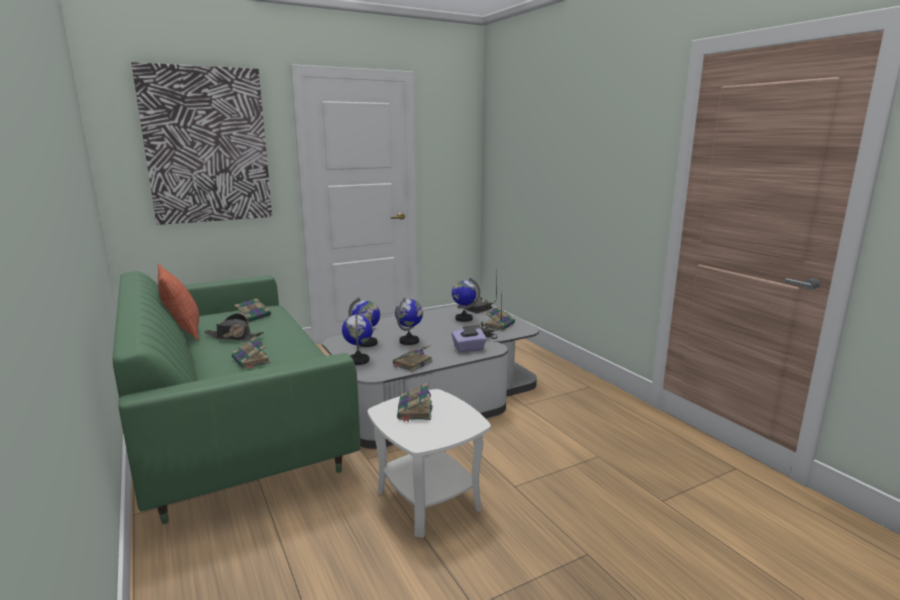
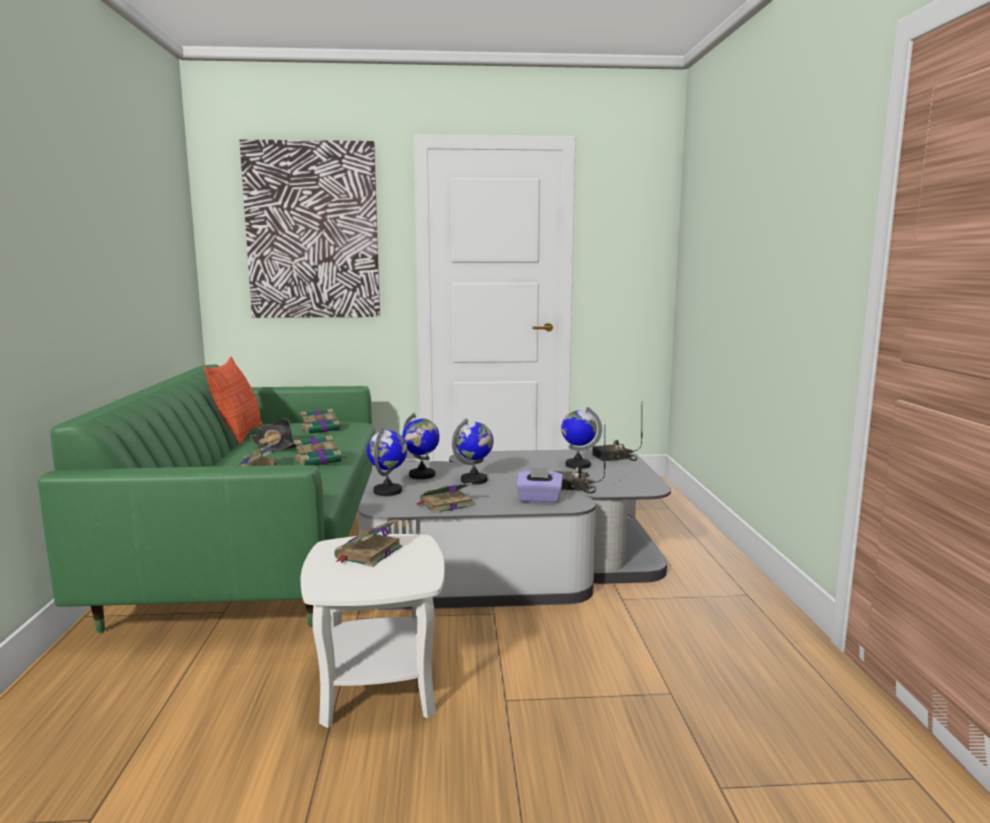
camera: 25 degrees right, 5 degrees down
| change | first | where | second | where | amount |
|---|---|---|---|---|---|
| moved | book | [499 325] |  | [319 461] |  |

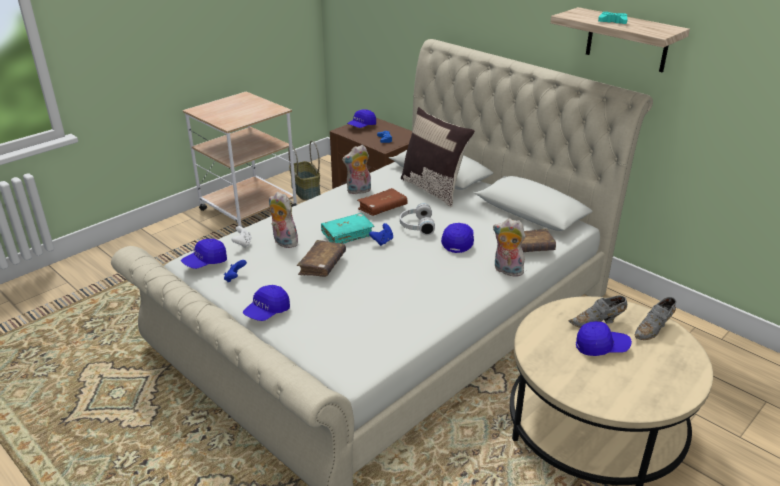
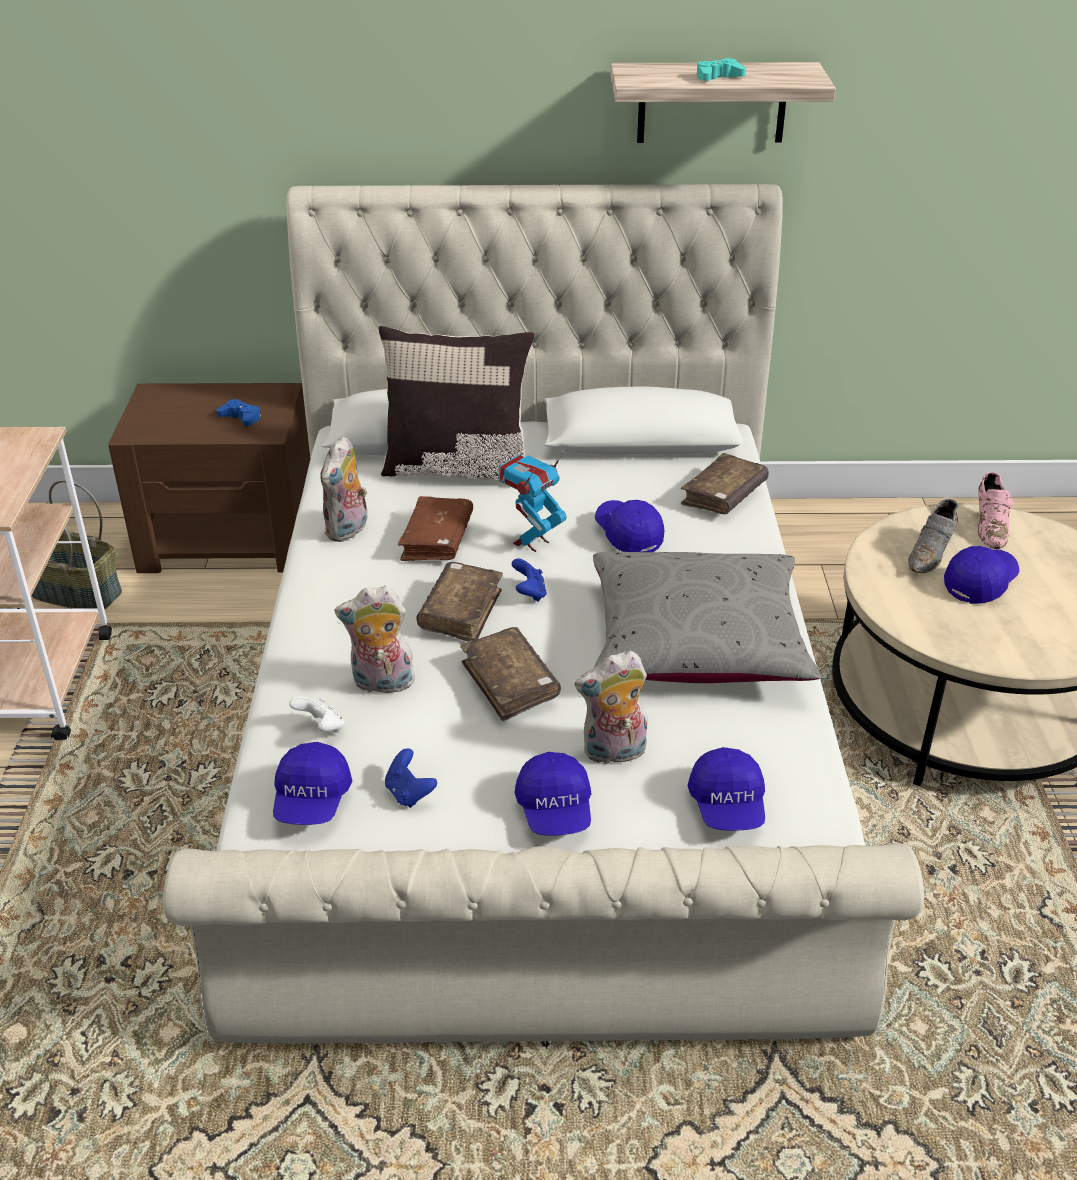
camera: 45 degrees left, 5 degrees up
| change | first | where | second | where | amount |
|---|---|---|---|---|---|
| recoloured | turquoise-coloured book | [347 234] | brown book | [461 611] |  |
| replaced | white-coloured pair of headphones | [416 226] | model robot | [531 542] |  |
| moved | cuddly toy | [506 271] |  | [613 753] |  |
| added |  |  | greyish cushion | [696 642] |  |
| moved | blue-coloured baseball cap | [362 126] |  | [727 806] |  |
| recoloured | greyish low shoe | [654 329] | pinkish low shoe | [989 527] |  |

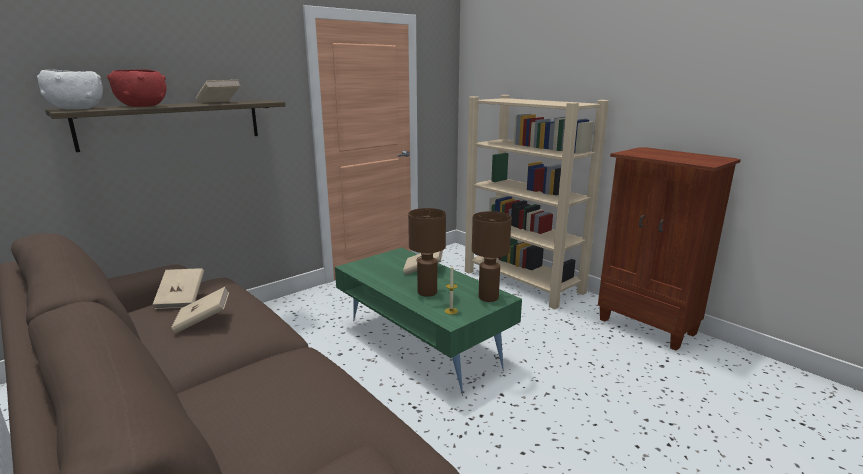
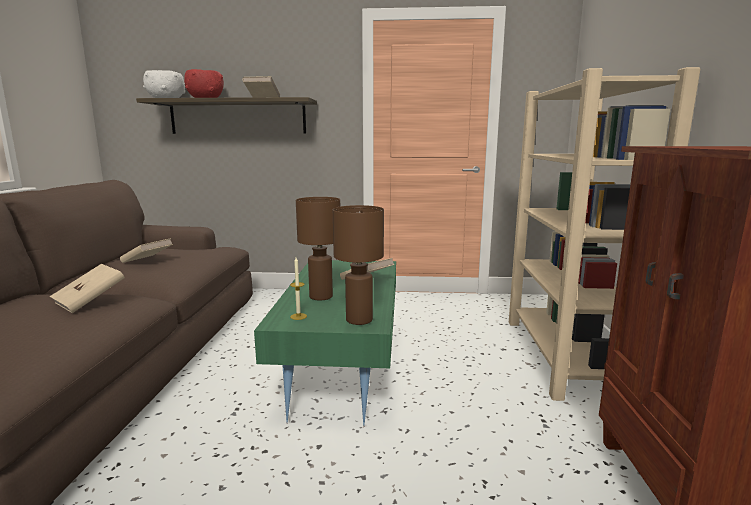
camera: 45 degrees right, 5 degrees down
| change | first | where | second | where | amount |
|---|---|---|---|---|---|
| moved | beige book | [181 299] |  | [90 301] |  |

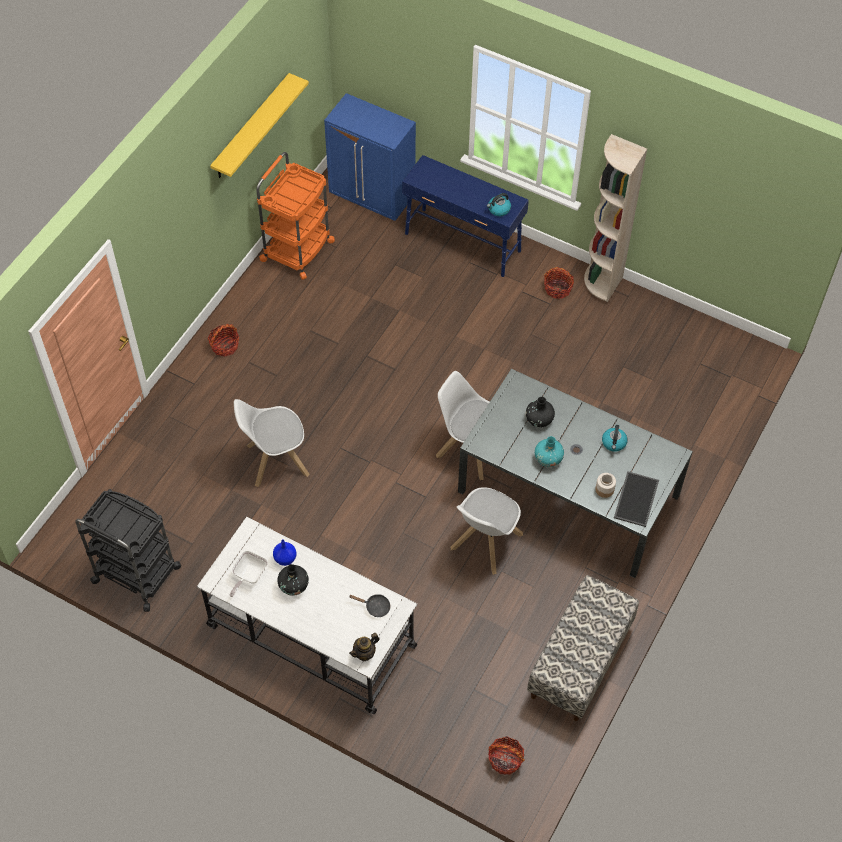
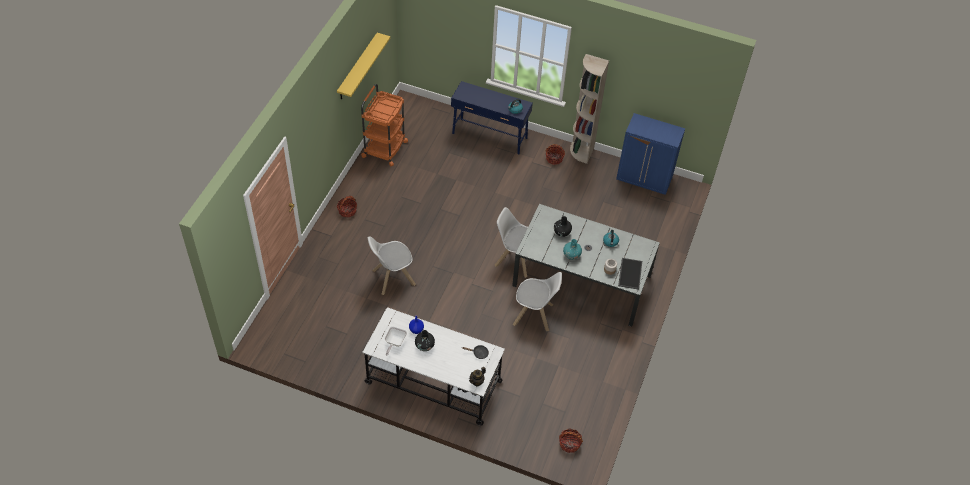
camera: 10 degrees left, 5 degrees down
| change | first | where | second | where | amount |
|---|---|---|---|---|---|
| turned | plain chair | [485 543] |  | [534 315] | 105 degrees counterclockwise |
| moved | blue-coloured cupboard | [372 193] |  | [644 177] |  |
| removed | black-coloured cart | [137 574] |  |  |  |
| removed | indoor bench | [580 661] |  |  |  |

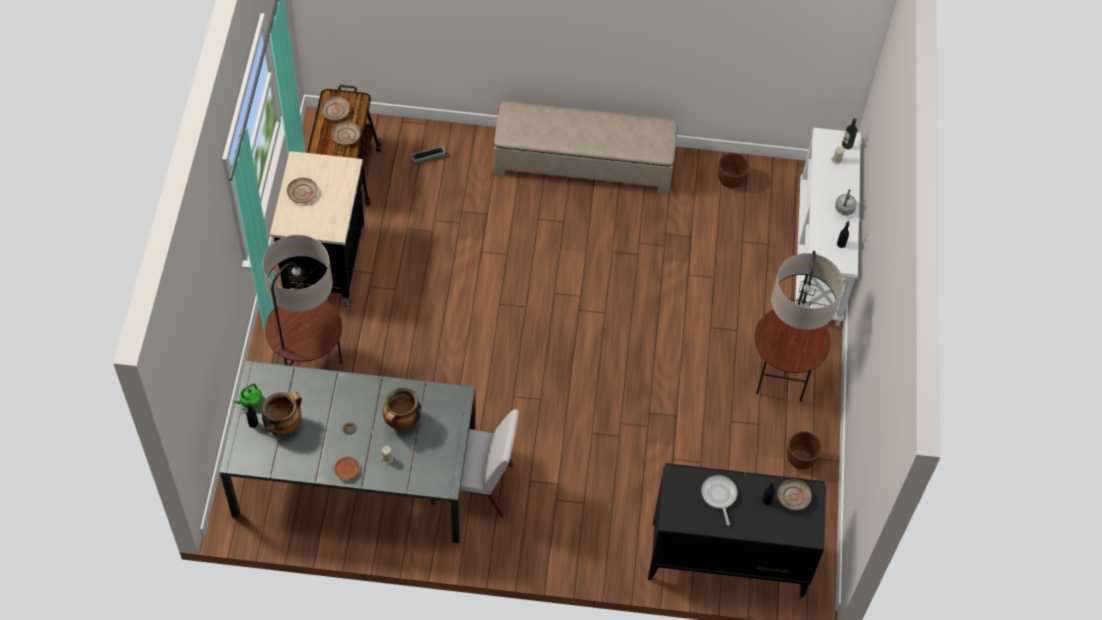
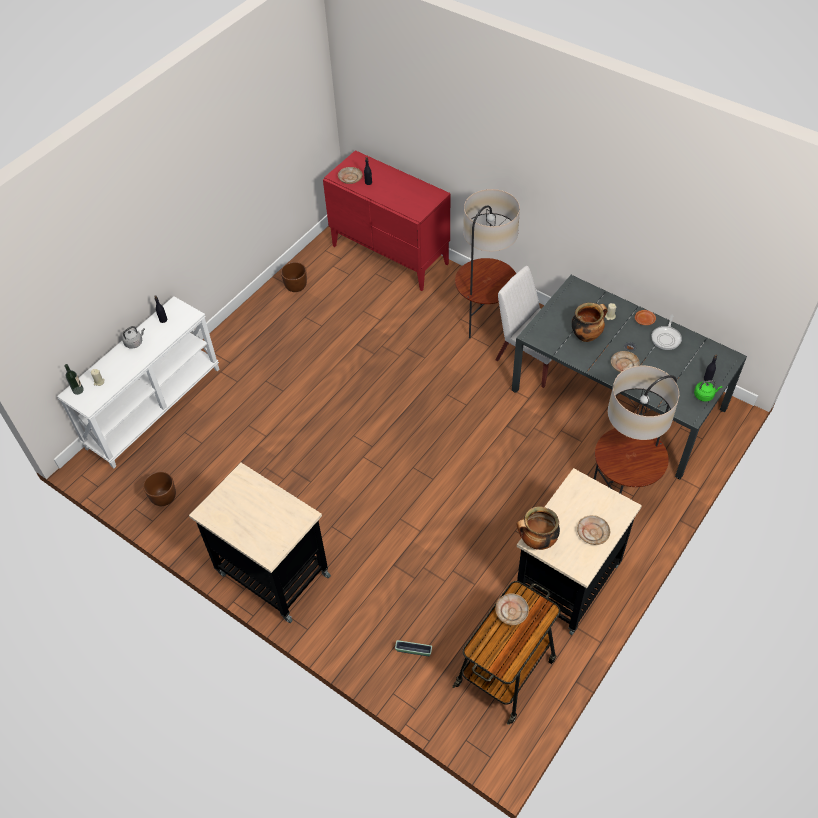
camera: 145 degrees left, 5 degrees down
| change | first | where | second | where | amount |
|---|---|---|---|---|---|
| replaced | beige indoor bench | [584 163] | black-coloured cart | [272 574] |  |
| recoloured | black-coloured cupboard | [727 559] | red-coloured cupboard | [390 255] |  |
| moved | standard lamp | [781 378] |  | [484 323] |  |
| moved | saucepot | [284 425] |  | [537 541] |  |
| moved | beige dinner plate | [335 111] |  | [624 365] |  |
| moved | frying pan | [719 496] |  | [666 338] |  |

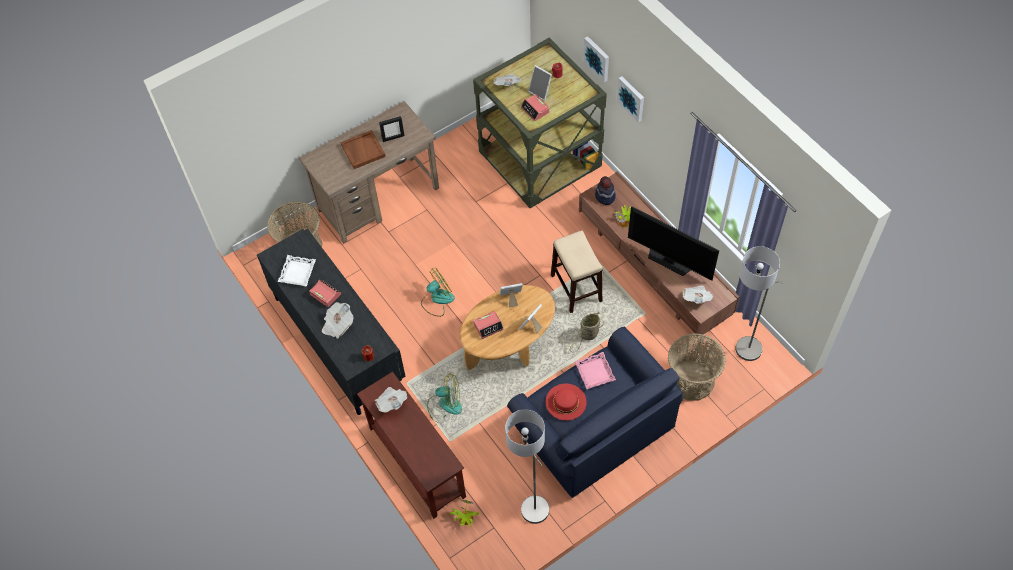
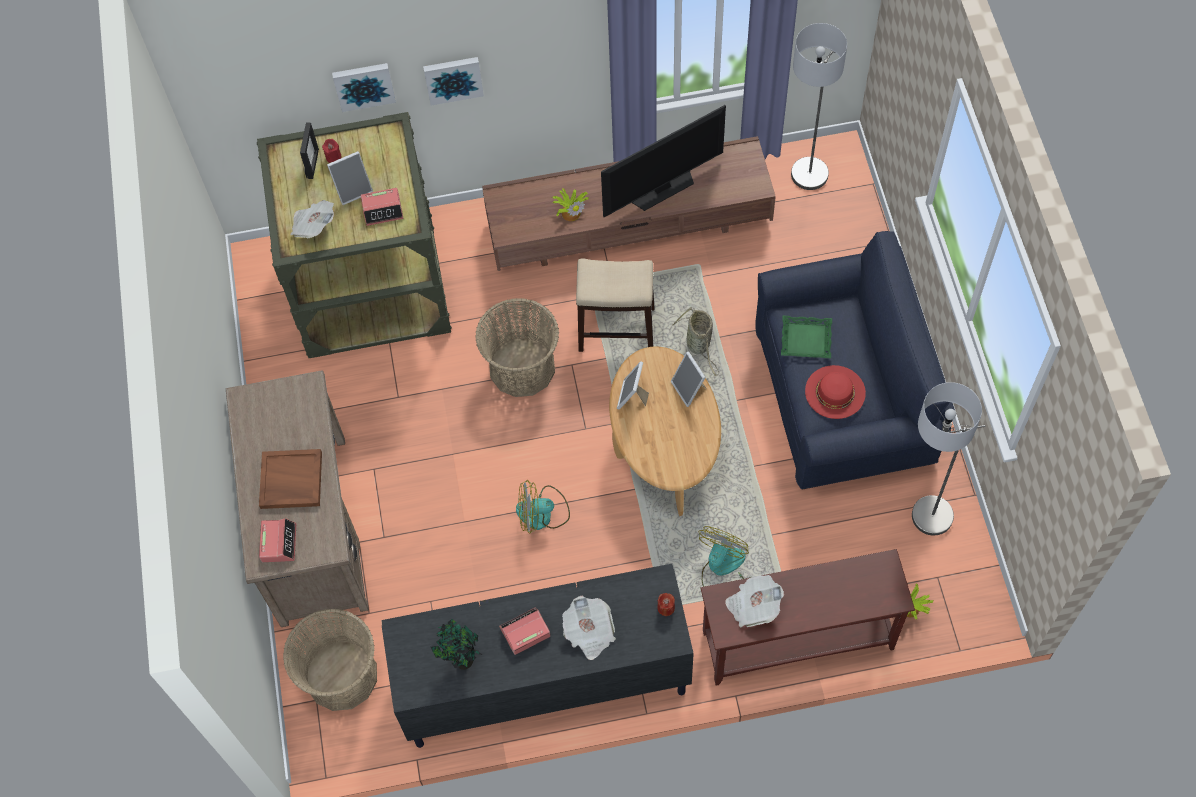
camera: 65 degrees left, 5 degrees up
| change | first | where | second | where | amount |
|---|---|---|---|---|---|
| moved | alarm clock | [488 326] |  | [279 543] |  |
| moved | picture frame | [393 137] |  | [312 163] |  |
| replaced | white-coloured carrying tray | [297 272] | potted plant | [462 661] |  |
| moved | household basket | [691 380] |  | [522 367] |  |
| turned | electric fan | [437 300] |  | [542 514] | 90 degrees counterclockwise |
| recoloured | pinkish carrying tray | [595 372] | green-coloured carrying tray | [806 339] |  |
| removed | hat | [605 196] |  |  |  |
| removed | daily paper | [697 298] |  |  |  |

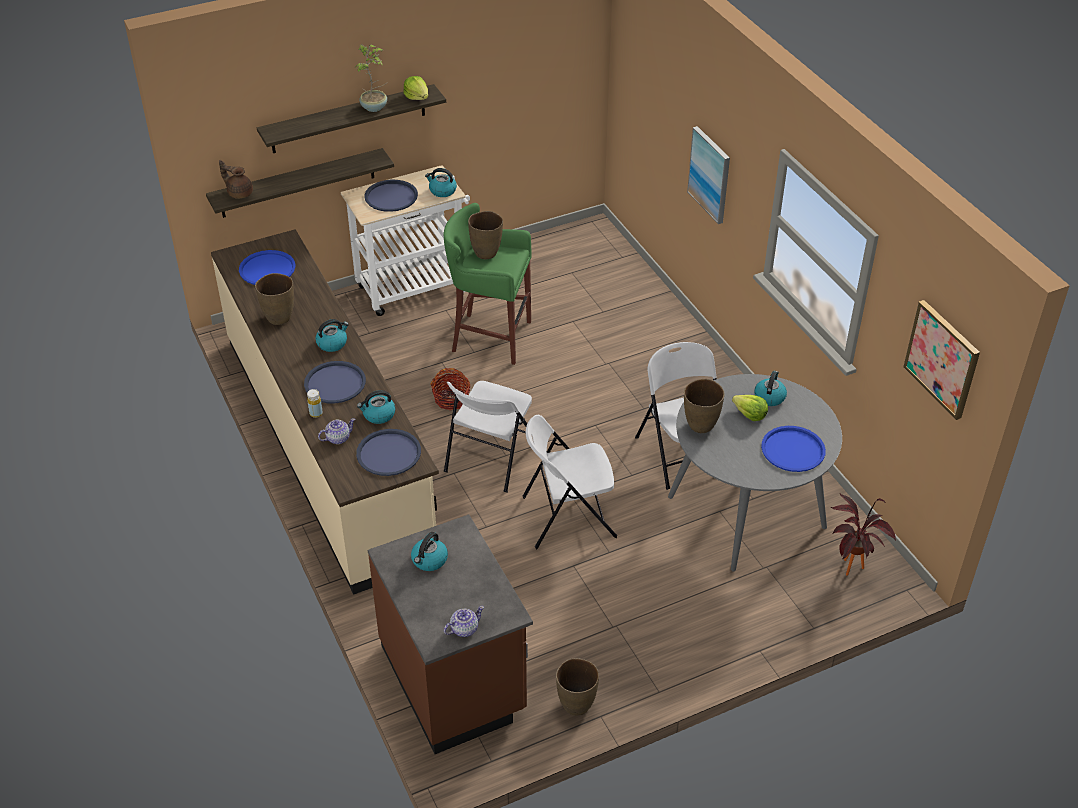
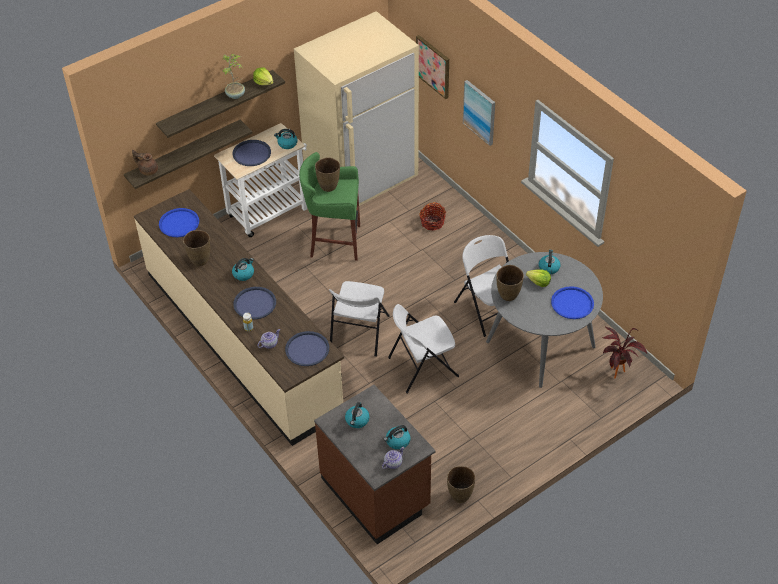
camera: 10 degrees left, 5 degrees up
| change | first | where | second | where | amount |
|---|---|---|---|---|---|
| added |  |  | beige fridge | [362 176] |  |
| moved | kettle | [378 415] |  | [397 441] |  |
| moved | picture | [942 359] |  | [433 66] |  |
| moved | household basket | [451 399] |  | [432 223] |  |

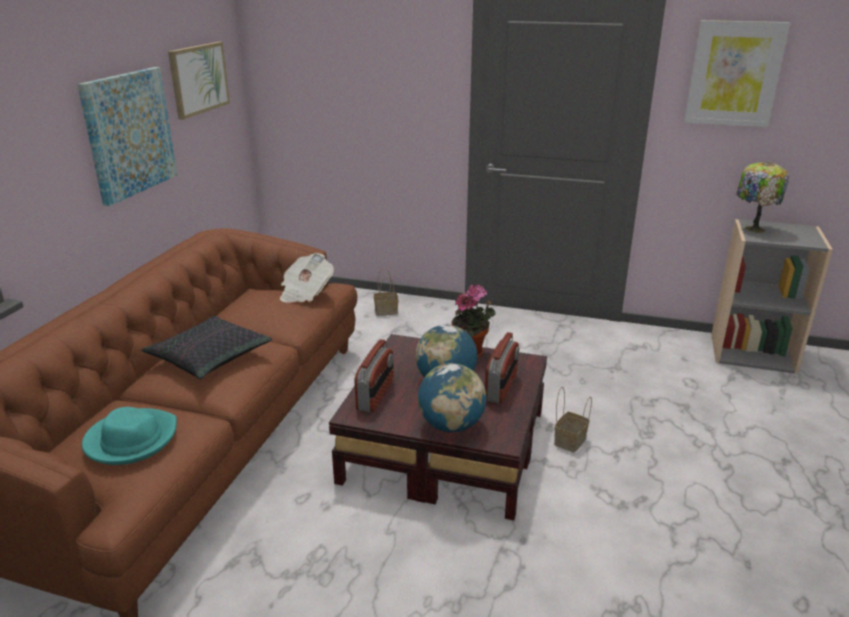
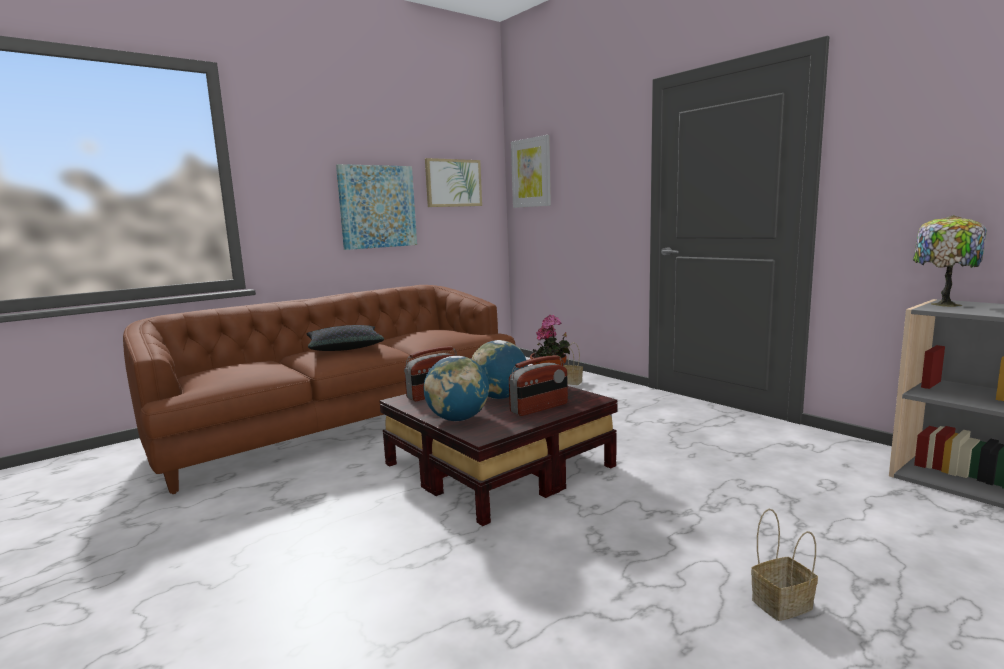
camera: 35 degrees right, 15 degrees down
| change | first | where | second | where | amount |
|---|---|---|---|---|---|
| moved | picture | [734 74] |  | [531 173] |  |
| moved | household basket | [570 440] |  | [782 603] |  |
| removed | turquoise-coloured hat | [131 440] |  |  |  |
| removed | daily paper | [305 292] |  |  |  |

